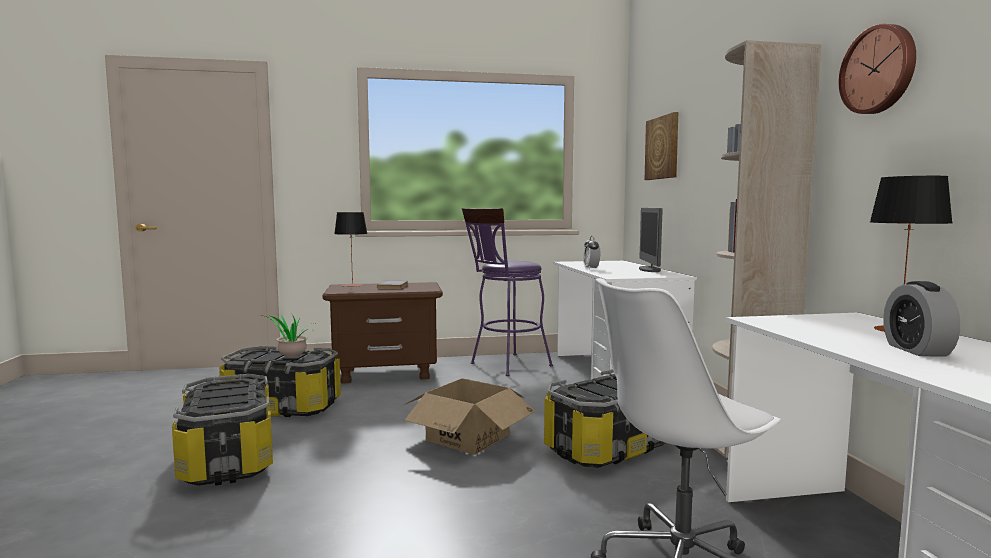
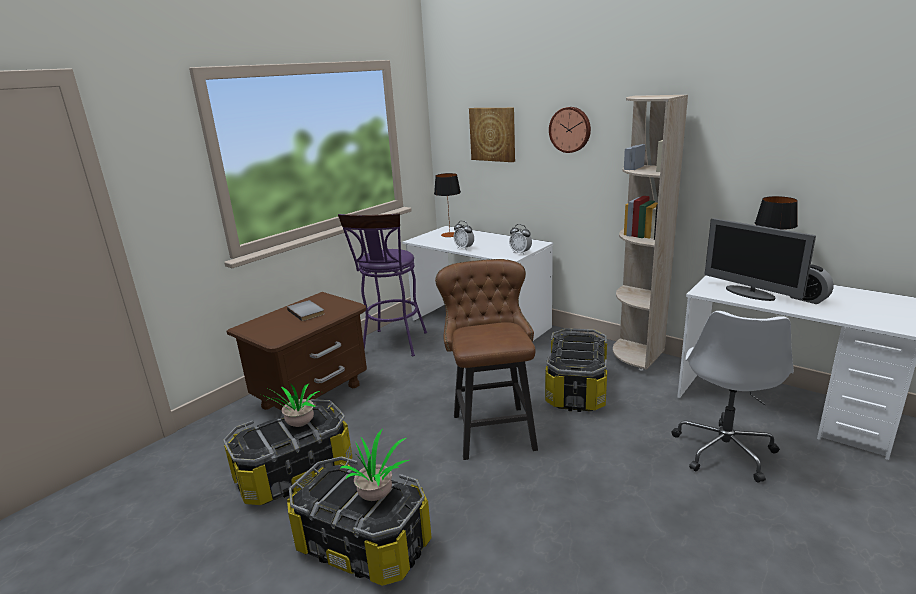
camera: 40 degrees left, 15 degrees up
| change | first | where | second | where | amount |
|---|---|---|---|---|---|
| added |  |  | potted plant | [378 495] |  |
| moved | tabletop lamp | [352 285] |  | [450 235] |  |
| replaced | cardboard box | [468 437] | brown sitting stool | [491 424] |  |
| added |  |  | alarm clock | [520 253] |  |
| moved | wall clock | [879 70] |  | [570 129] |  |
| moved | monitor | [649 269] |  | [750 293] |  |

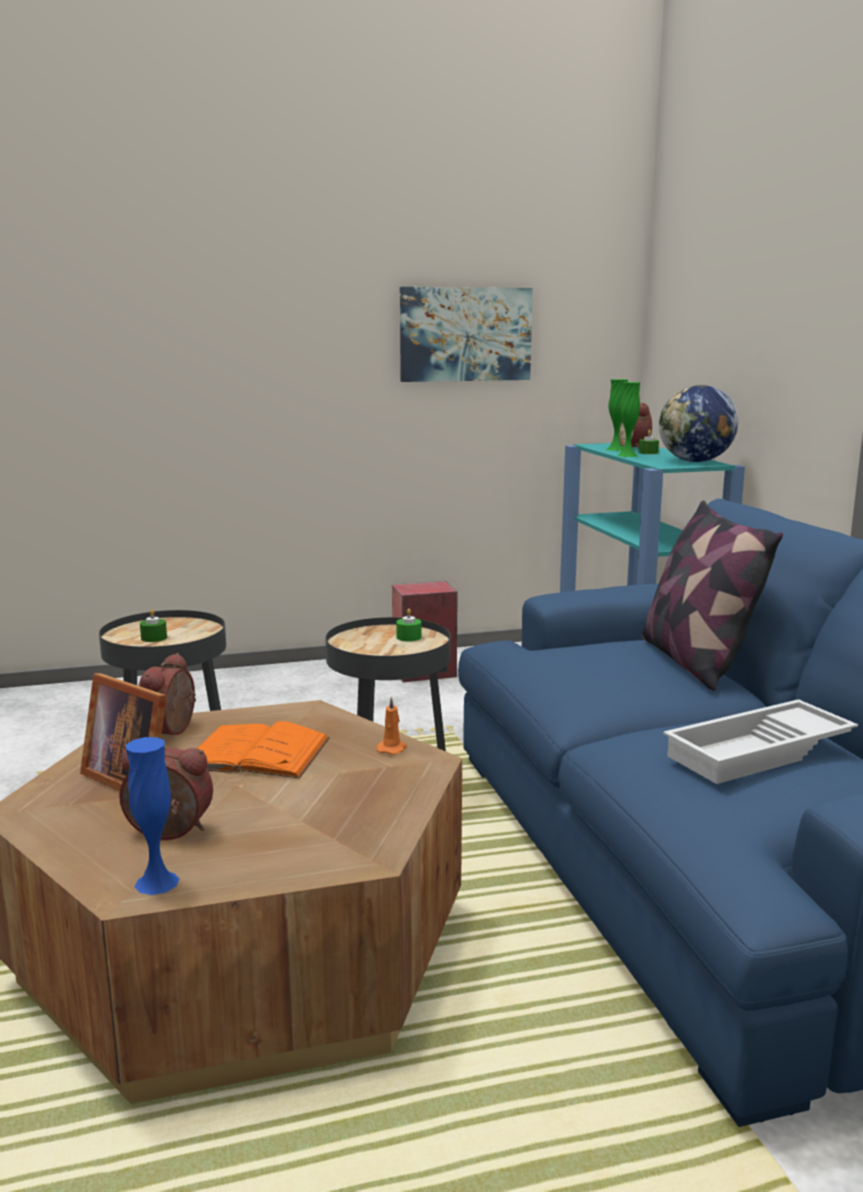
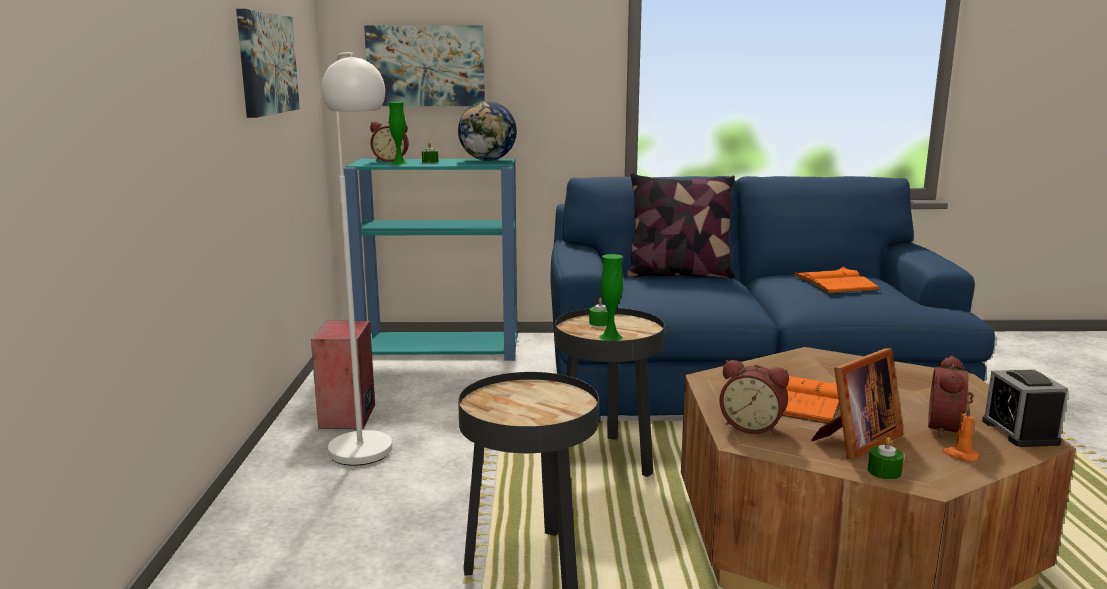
camera: 75 degrees left, 0 degrees up
| change | first | where | second | where | amount |
|---|---|---|---|---|---|
| added |  |  | white-coloured standard lamp | [367 459] |  |
| added |  |  | picture | [426 66] |  |
| moved | green-coloured decorative vase | [627 455] |  | [610 337] |  |
| replaced | white-coloured carrying tray | [759 753] | orange book | [834 282] |  |
| moved | green-coloured wax candle | [154 638] |  | [884 471] |  |
| moved | orange wax candle | [392 748] |  | [960 455] |  |
| replaced | blue-coloured decorative vase | [157 882] | alarm clock | [1020 432] |  |

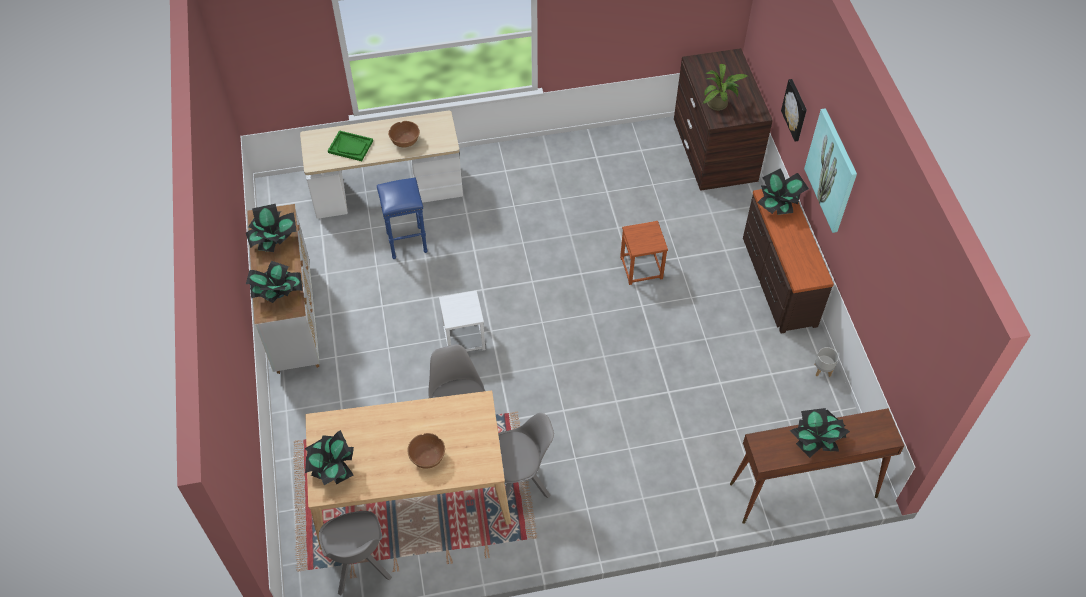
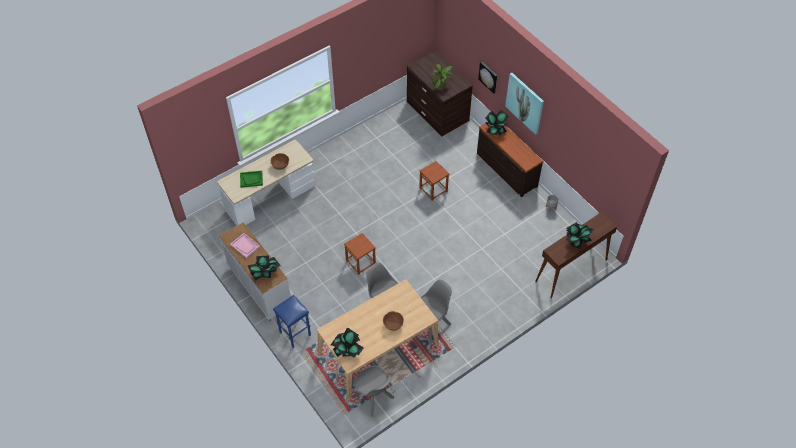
camera: 25 degrees left, 0 degrees up
| change | first | where | second | where | amount |
|---|---|---|---|---|---|
| replaced | potted plant | [274 241] | pinkish carrying tray | [245 246] |  |
| moved | blue-coloured sitting stool | [406 243] |  | [295 334] |  |
| recoloured | white-coloured sitting stool | [464 338] | brown sitting stool | [361 262] |  |

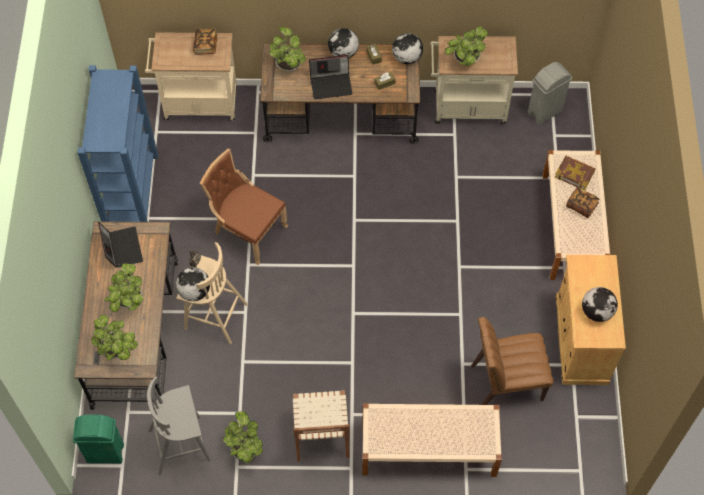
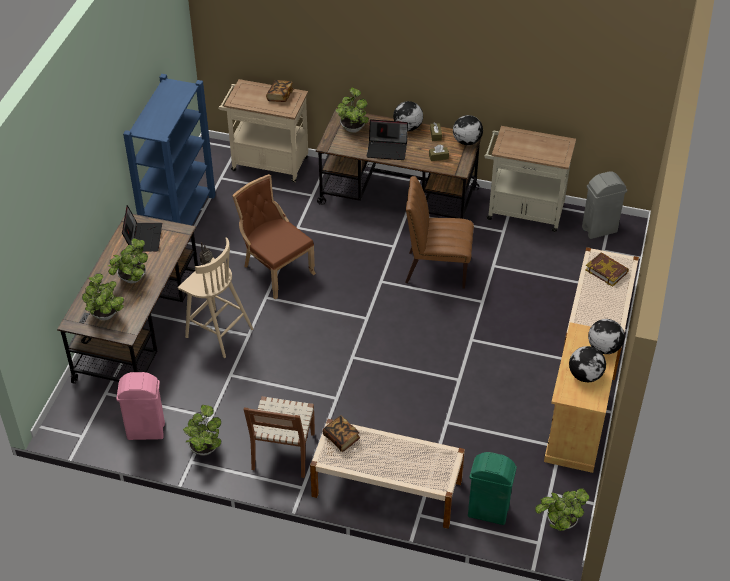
camera: 15 degrees right, 15 degrees down
| change | first | where | second | where | amount |
|---|---|---|---|---|---|
| replaced | greyish sitting stool | [182 444] | pinkish rubbish bin | [145 431] |  |
| moved | book | [581 206] |  | [341 438] |  |
| moved | brown plain chair | [507 382] |  | [437 269] |  |
| moved | green-coloured rubbish bin | [106 453] |  | [488 512] |  |
| moved | potted plant | [464 60] |  | [559 523] |  |
| moved | globe | [194 291] |  | [603 348] |  |

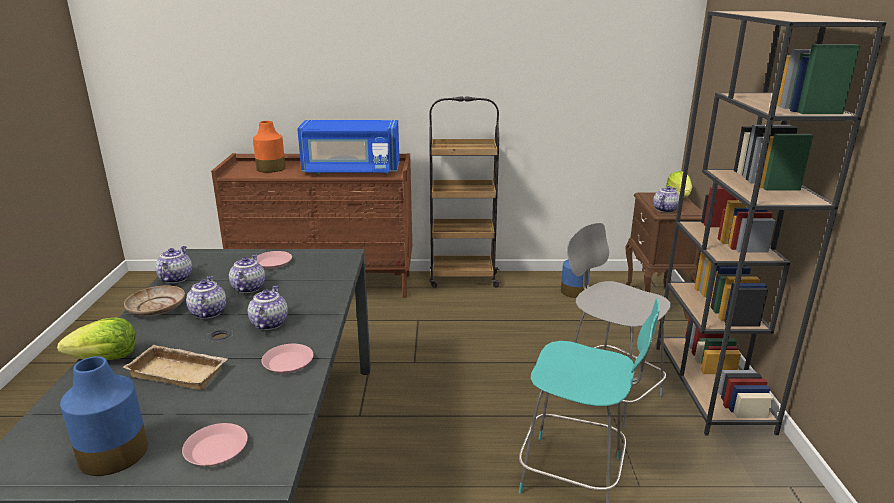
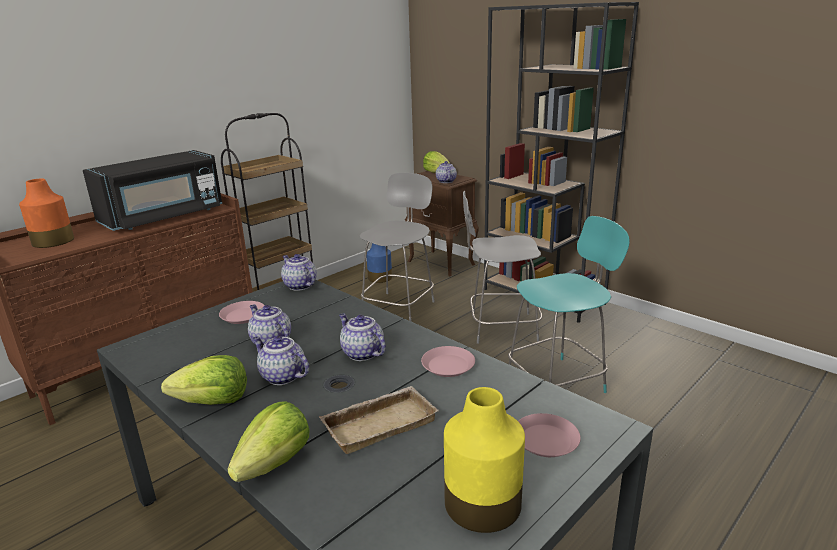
camera: 45 degrees left, 0 degrees up
| change | first | where | second | where | amount |
|---|---|---|---|---|---|
| recoloured | blue-coloured microwave oven | [351 171] | black-coloured microwave oven | [163 217] |  |
| replaced | beige dinner plate | [157 308] | lettuce head | [213 402] |  |
| moved | tea pot | [176 278] |  | [299 285] |  |
| added |  |  | greyish sitting stool | [399 307] |  |
| recoloured | blue-coloured decorative vase | [112 453] | yellowish decorative vase | [482 503] |  |

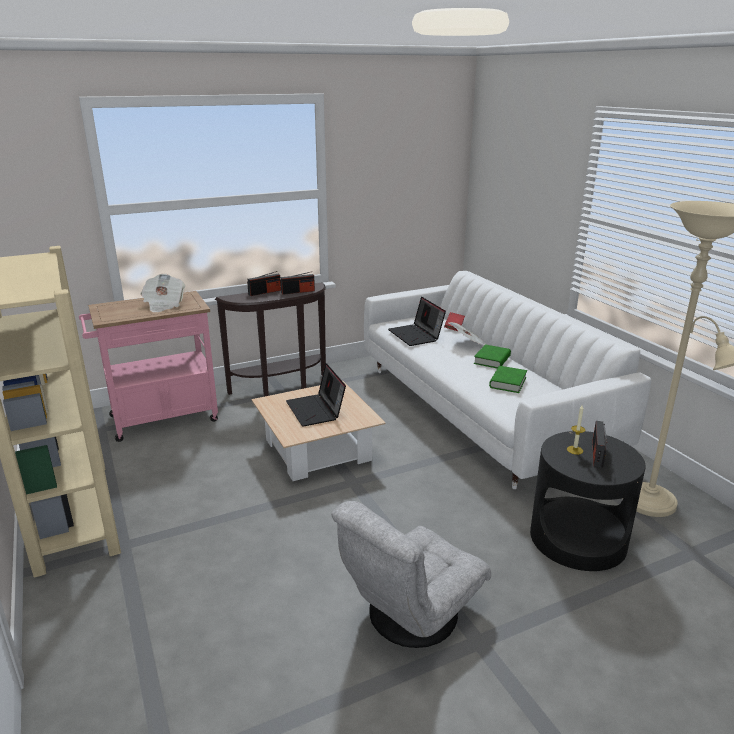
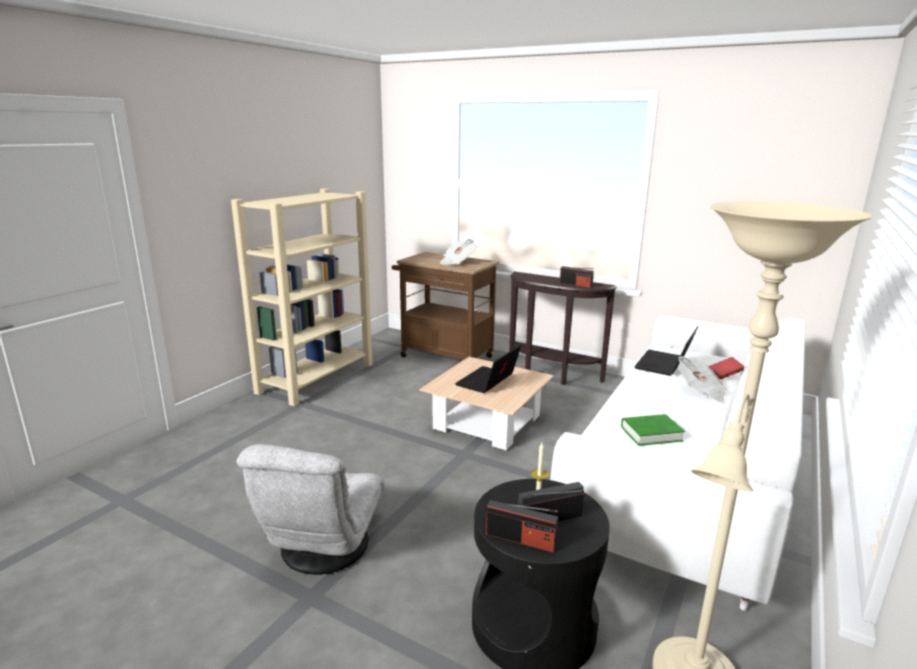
camera: 55 degrees right, 5 degrees down
| change | first | where | second | where | amount |
|---|---|---|---|---|---|
| turned | greyish armchair | [412 611] |  | [323 544] | 90 degrees counterclockwise |
| recoloured | pinkish cart | [160 419] | brown cart | [444 356] |  |
| moved | radio receiver | [265 292] |  | [521 539] |  |
| removed | green-coloured book | [492 360] |  |  |  |

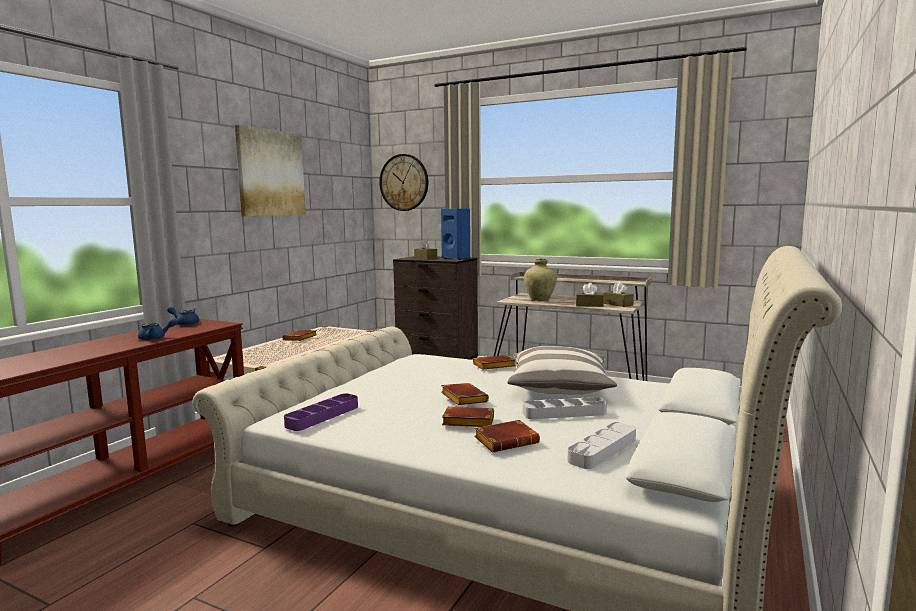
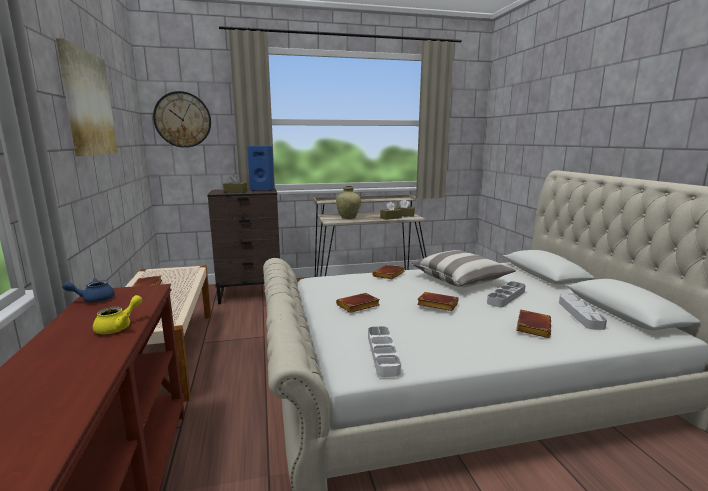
camera: 40 degrees left, 5 degrees up
| change | first | where | second | where | amount |
|---|---|---|---|---|---|
| recoloured | blue-coloured tea pot | [156 338] | yellowish tea pot | [119 327] |  |
| moved | brown book | [467 422] |  | [357 307] |  |
| recoloured | purple-coloured carrying tray | [323 416] | white-coloured carrying tray | [383 354] |  |

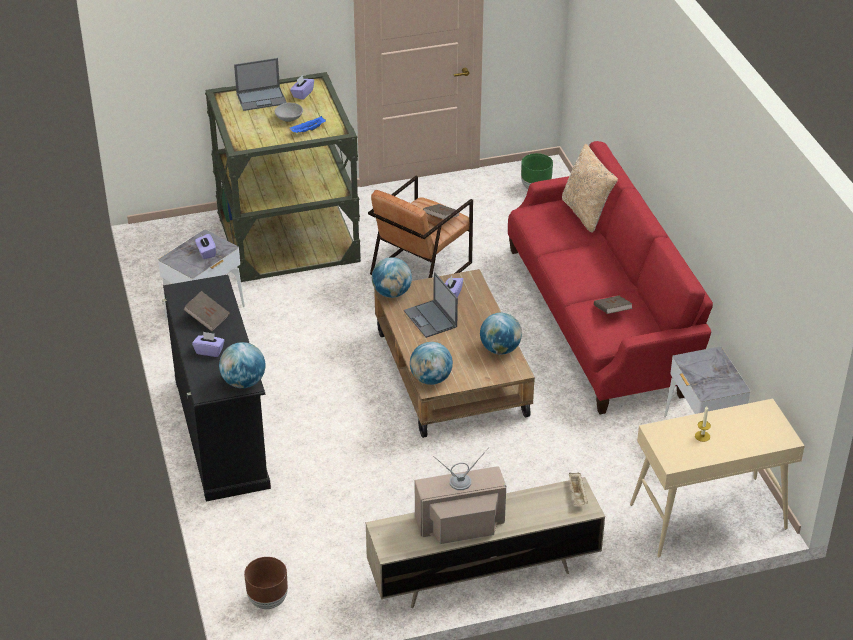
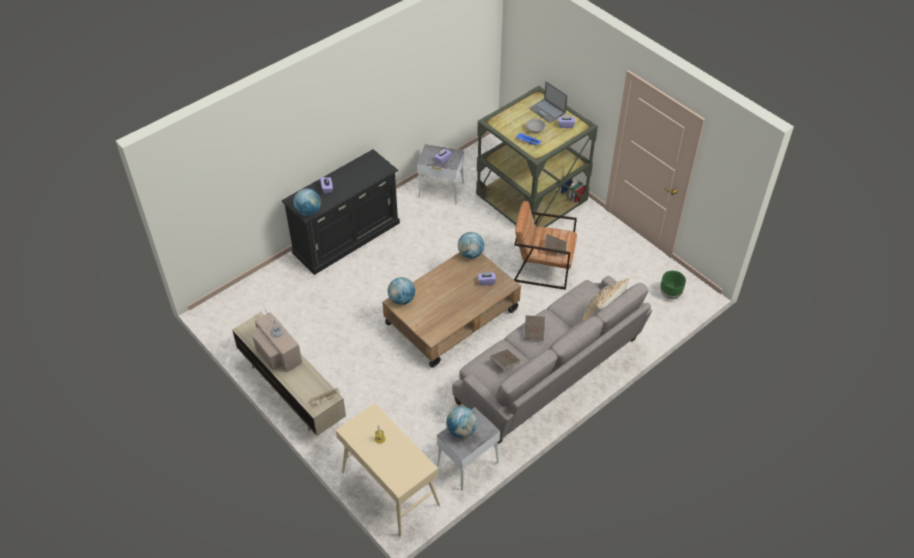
camera: 65 degrees right, 10 degrees up
| change | first | where | second | where | amount |
|---|---|---|---|---|---|
| moved | globe | [500 349] |  | [461 430] |  |
| recoloured | red-coloured sofa | [600 319] | greyish sofa | [550 373] |  |
| moved | brown book | [207 318] |  | [534 332] |  |
| removed | brown flower pot | [267 600] |  |  |  |
| removed | laptop | [431 319] |  |  |  |

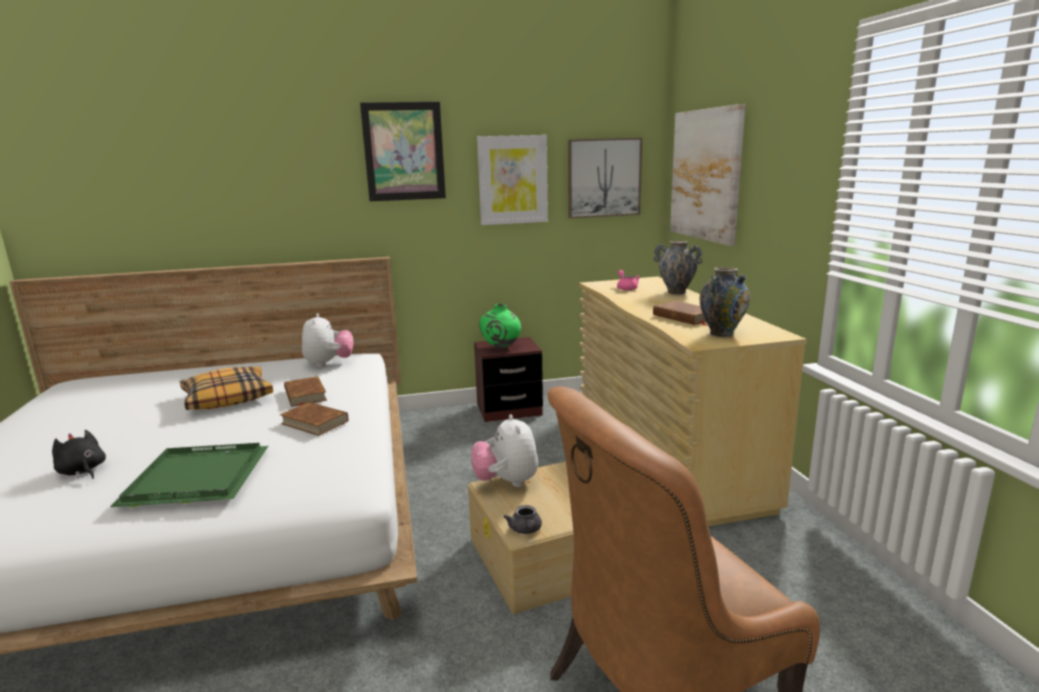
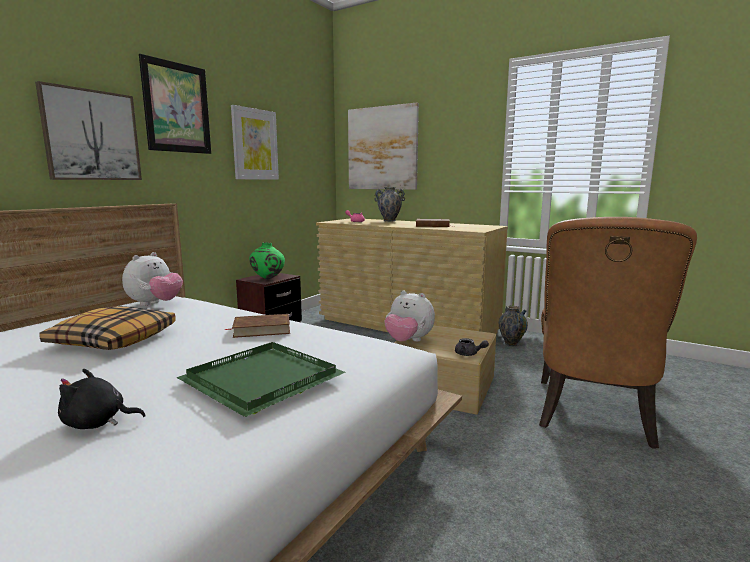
camera: 45 degrees left, 5 degrees down
| change | first | where | second | where | amount |
|---|---|---|---|---|---|
| moved | picture | [604 178] |  | [92 135] |  |
| turned | cuddly toy | [329 364] |  | [155 304] | 75 degrees clockwise |
| moved | decorative vase | [721 333] |  | [511 343] |  |
| removed | brown book | [305 395] |  |  |  |

